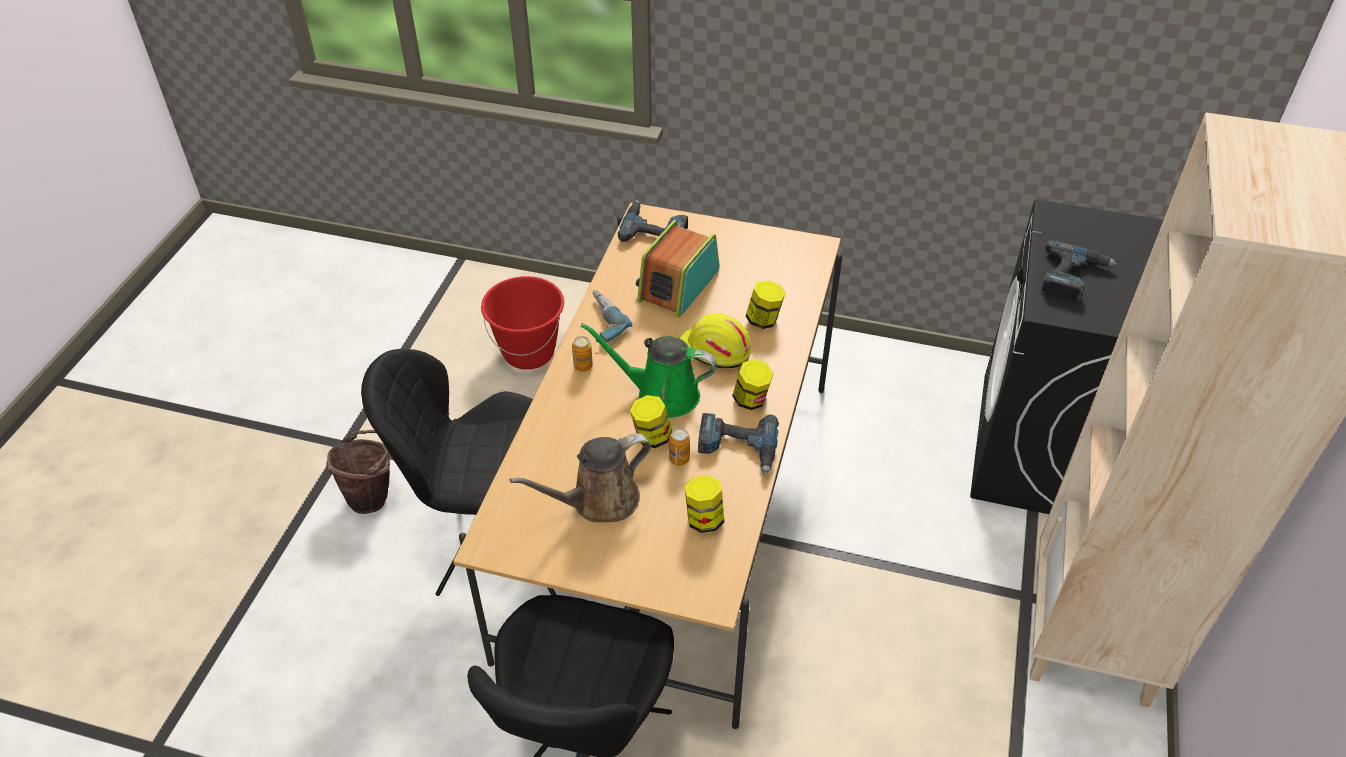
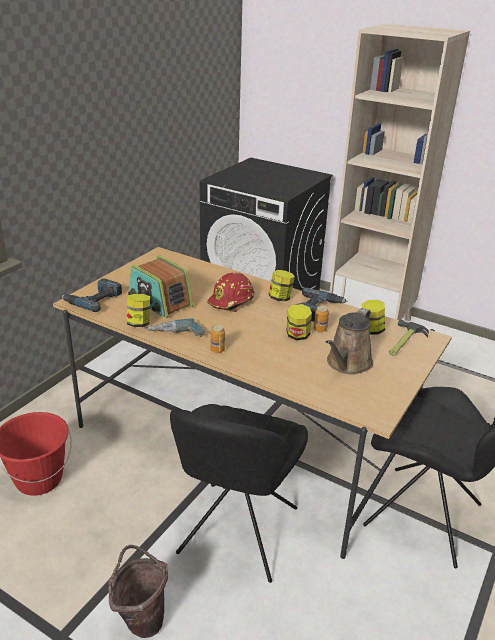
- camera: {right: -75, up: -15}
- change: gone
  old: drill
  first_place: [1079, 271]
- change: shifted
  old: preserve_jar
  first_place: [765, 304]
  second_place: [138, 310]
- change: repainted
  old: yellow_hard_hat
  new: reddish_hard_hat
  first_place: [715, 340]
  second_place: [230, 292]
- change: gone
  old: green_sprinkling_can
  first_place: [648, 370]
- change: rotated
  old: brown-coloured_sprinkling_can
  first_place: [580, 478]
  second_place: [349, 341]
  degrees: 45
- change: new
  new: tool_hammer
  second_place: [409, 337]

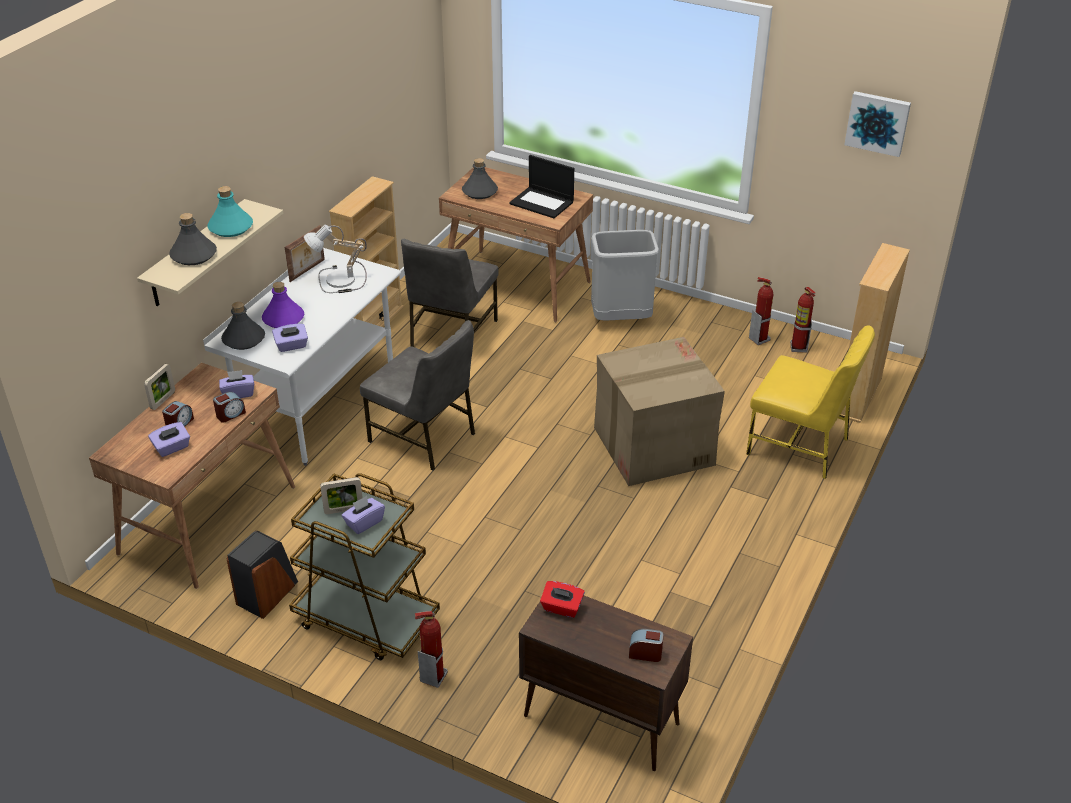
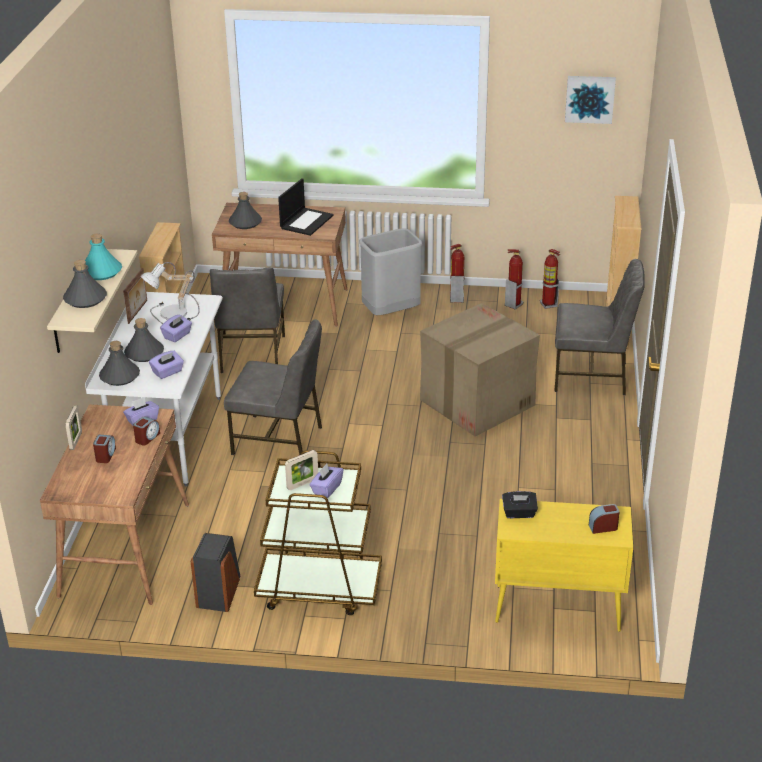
- camera: {right: -20, up: -5}
- change: rotated
  old: notebook_computer
  first_place: [541, 186]
  second_place: [306, 207]
  degrees: -75
- change: repainted
  old: purplish_drink_bottle
  new: grey_drink_bottle
  first_place: [283, 305]
  second_place: [144, 340]
- change: repainted
  old: yellow_upright_chair
  new: grey_upright_chair
  first_place: [810, 402]
  second_place: [599, 327]
- change: shifted
  old: purplish_box_of_tissues
  first_place: [169, 439]
  second_place: [176, 328]
- change: repainted
  old: reddish_box_of_tissues
  new: blackish_box_of_tissues
  first_place: [562, 599]
  second_place: [520, 504]
- change: repainted
  old: brown-coloured_cupboard
  new: yellow_cupboard
  first_place: [606, 683]
  second_place: [564, 565]
- change: shifted
  old: fire-fighting_cylinder
  first_place: [431, 649]
  second_place: [457, 273]

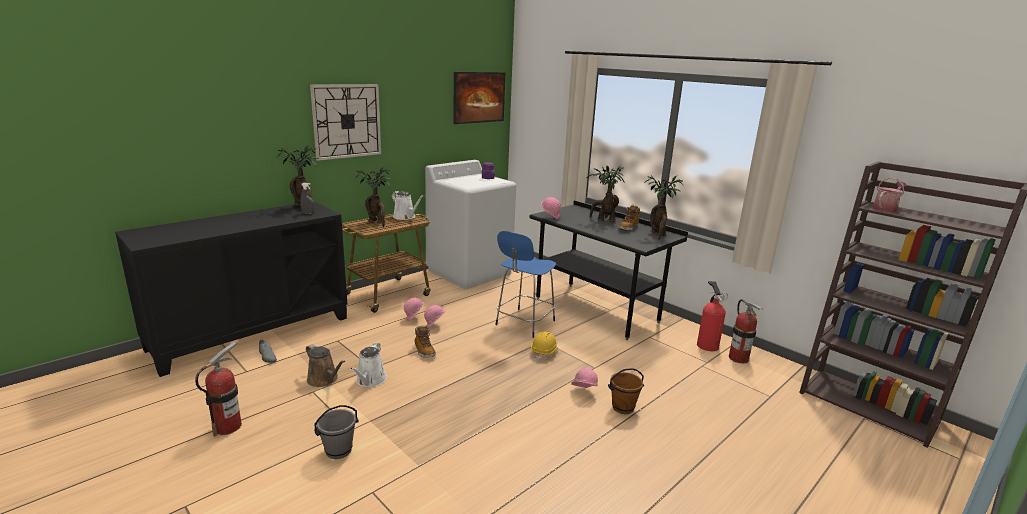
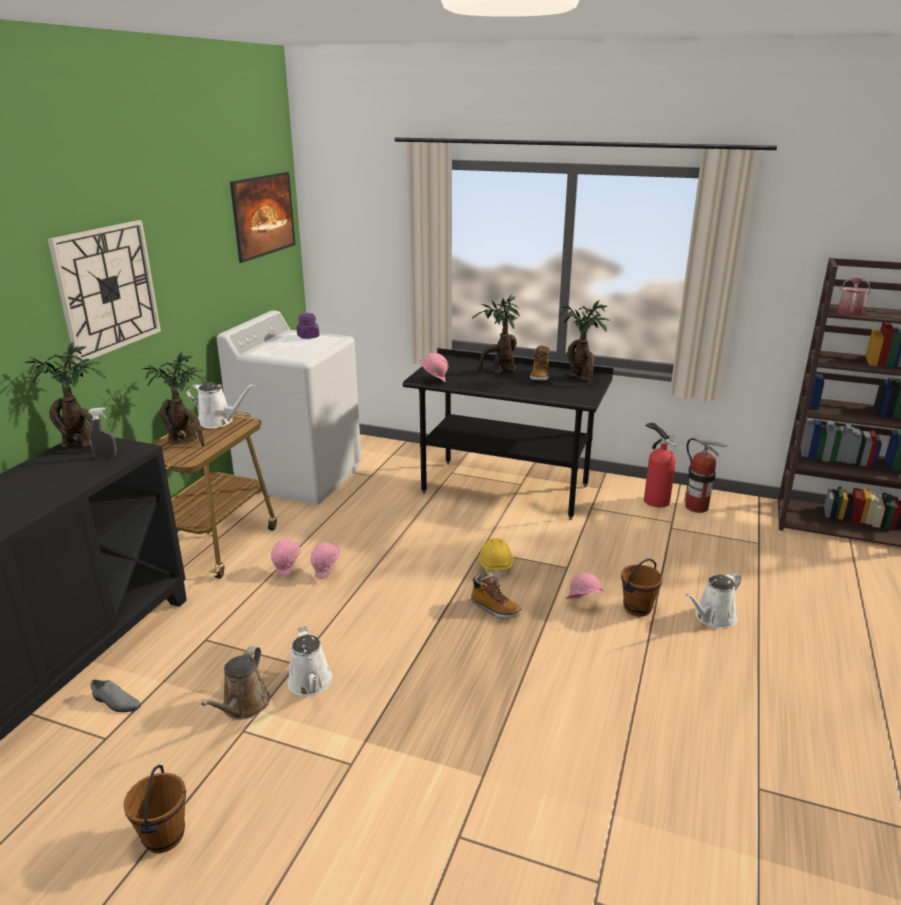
- camera: {right: -25, up: 5}
- change: gone
  old: blue-coloured_stool_seat
  first_place: [525, 284]
- change: shifted
  old: tall_boot
  first_place: [425, 341]
  second_place: [496, 596]
- change: swapped
  old: fire-fighting_cylinder
  new: brown-coloured_bucket
  first_place: [218, 389]
  second_place: [154, 809]
- change: rotated
  old: brown-coloured_sprinkling_can
  first_place: [325, 365]
  second_place: [235, 682]
  degrees: 90
- change: gone
  old: grey_bucket
  first_place: [336, 432]
- change: new
  new: white_sprinkling_can
  second_place: [713, 600]

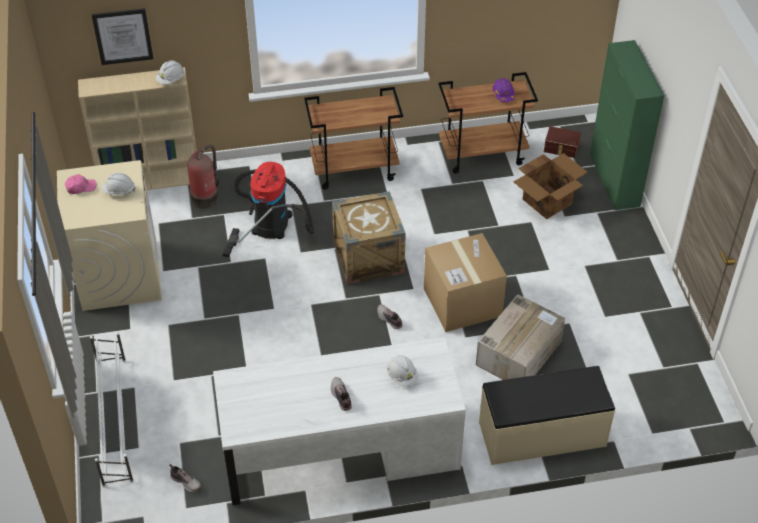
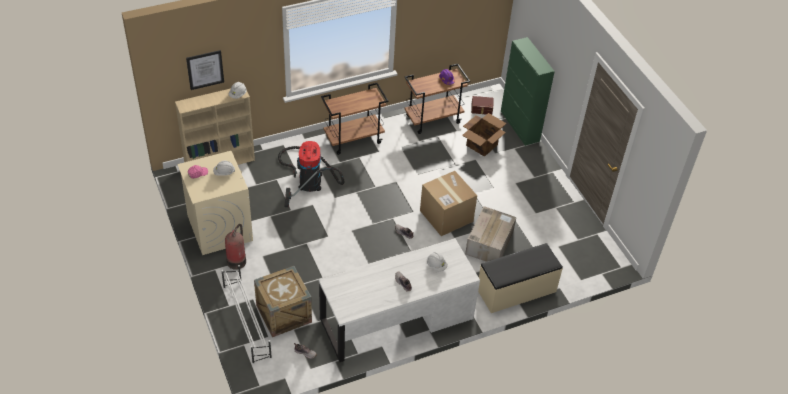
- camera: {right: -15, up: 0}
- change: shifted
  old: fire-fighting_cylinder
  first_place: [203, 176]
  second_place: [235, 247]
- change: shifted
  old: crate
  first_place: [369, 238]
  second_place: [283, 301]

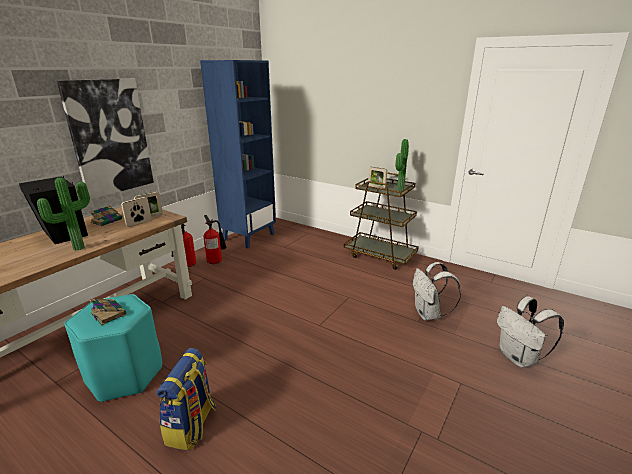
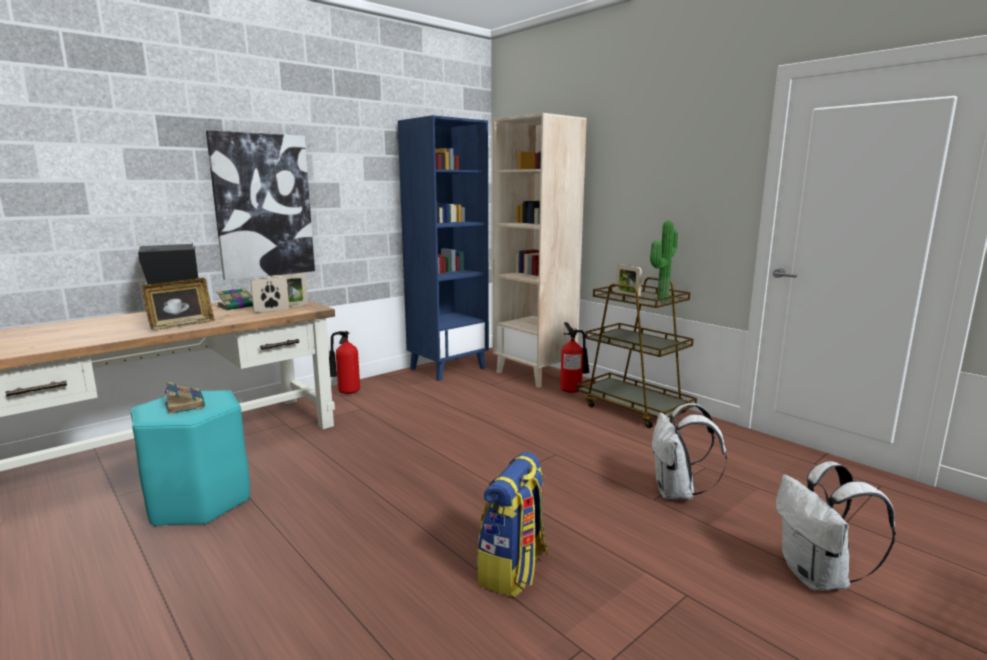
- camera: {right: 15, up: -10}
- change: swapped
  old: plant_in_a_pot
  new: photo_frame
  first_place: [63, 214]
  second_place: [178, 304]
- change: shifted
  old: fire-fighting_cylinder
  first_place: [215, 239]
  second_place: [575, 357]
- change: shifted
  old: backpack
  first_place: [186, 399]
  second_place: [513, 524]
- change: new
  new: sand-coloured_bookcase
  second_place: [540, 250]

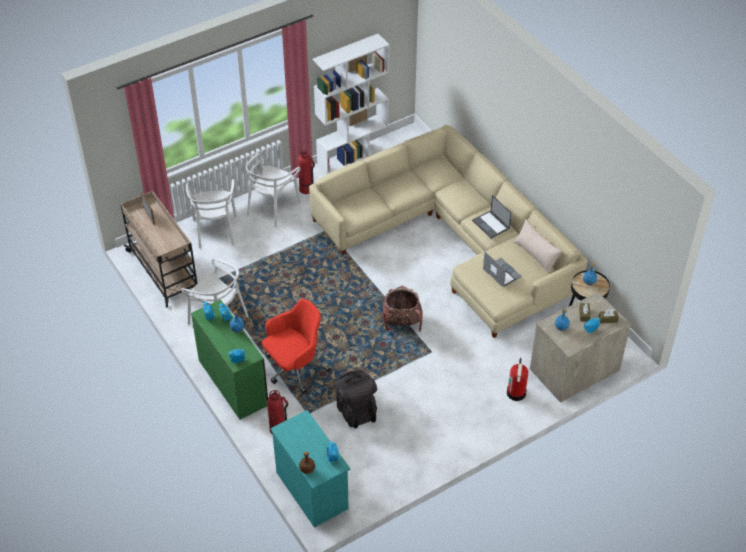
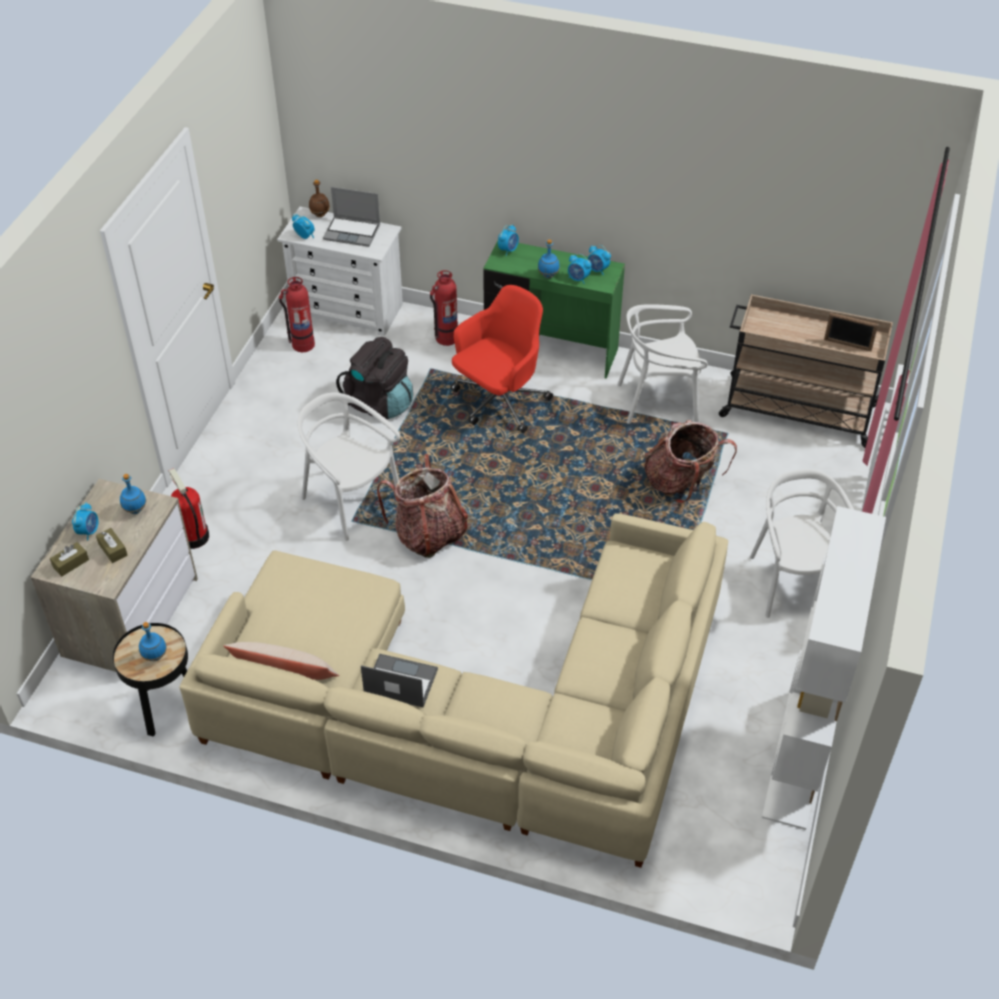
- camera: {right: 140, up: 0}
- change: shifted
  old: fire-fighting_cylinder
  first_place: [306, 172]
  second_place: [297, 314]
- change: shifted
  old: white_upright_chair
  first_place: [211, 214]
  second_place: [349, 466]
- change: shifted
  old: notebook_computer
  first_place: [502, 270]
  second_place: [351, 217]
- change: rotated
  old: reddish_computer_chair
  first_place: [296, 346]
  second_place: [501, 359]
  degrees: -150
- change: repainted
  old: turquoise_drawer_chest
  new: white_drawer_chest
  first_place: [310, 469]
  second_place: [340, 271]
- change: new
  new: backpack
  second_place: [691, 462]

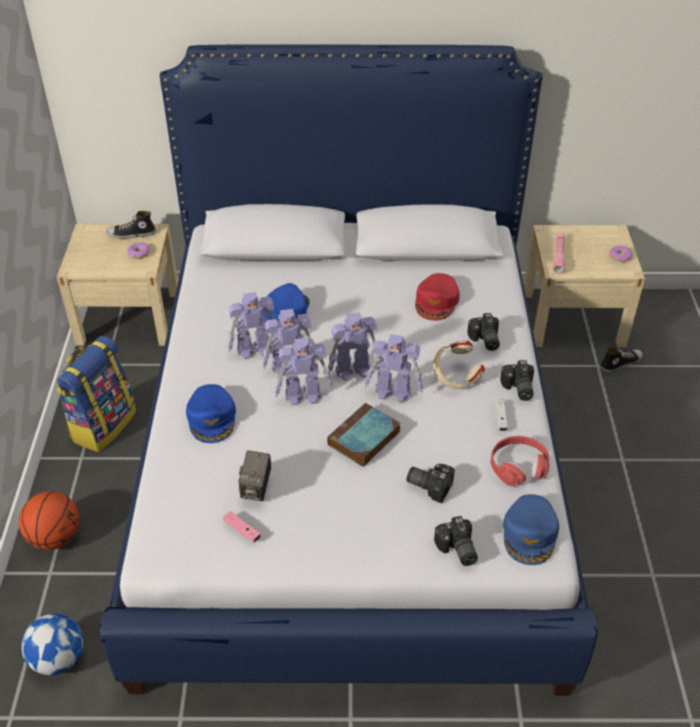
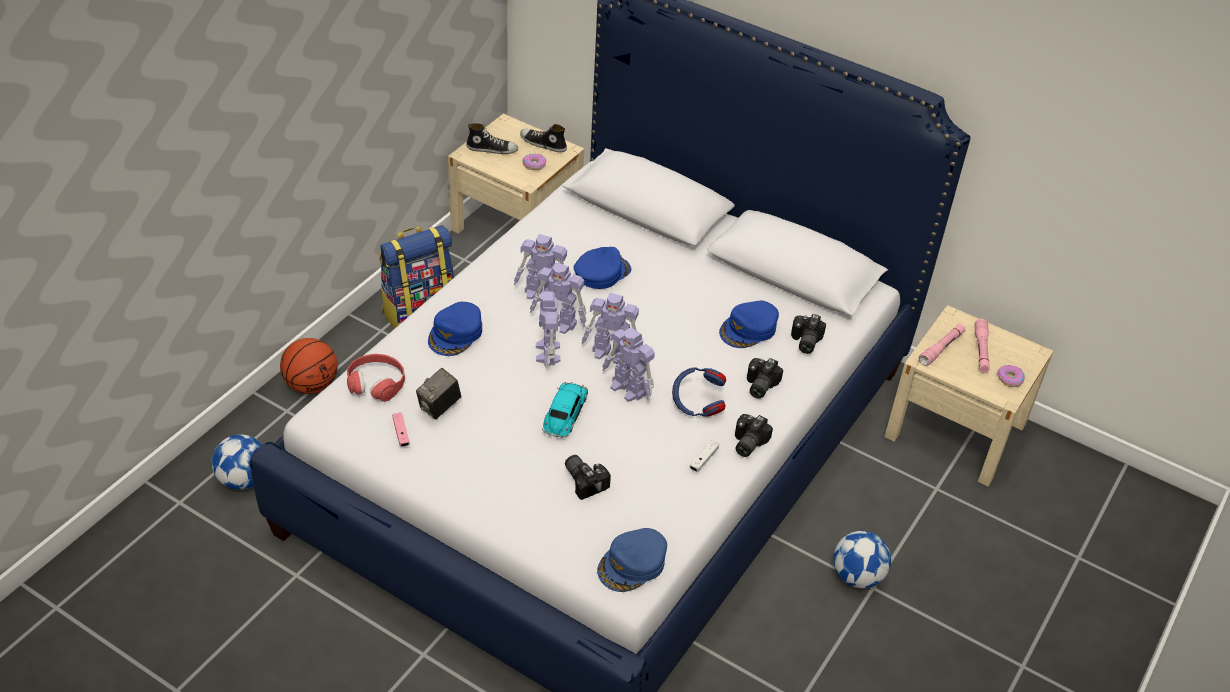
- camera: {right: 30, up: 0}
- change: repainted
  old: reddish_cap
  new: blue-coloured_cap
  first_place: [437, 297]
  second_place: [749, 324]
- change: rotated
  old: toy_robot
  first_place: [304, 371]
  second_place: [548, 329]
  degrees: 60
- change: repainted
  old: sand-coloured_pair_of_headphones
  new: blue-coloured_pair_of_headphones
  first_place: [459, 365]
  second_place: [699, 392]
- change: shifted
  old: shoe
  first_place: [621, 359]
  second_place: [492, 138]
- change: swapped
  old: bound_book
  new: toy_car
  first_place: [363, 435]
  second_place: [565, 410]
- change: shifted
  old: reddish_pair_of_headphones
  first_place: [520, 461]
  second_place: [376, 378]
- change: shifted
  old: photo_camera
  first_place: [456, 541]
  second_place: [808, 334]
- change: new
  new: pink_flashlight
  second_place: [982, 346]
- change: new
  new: football
  second_place: [862, 559]

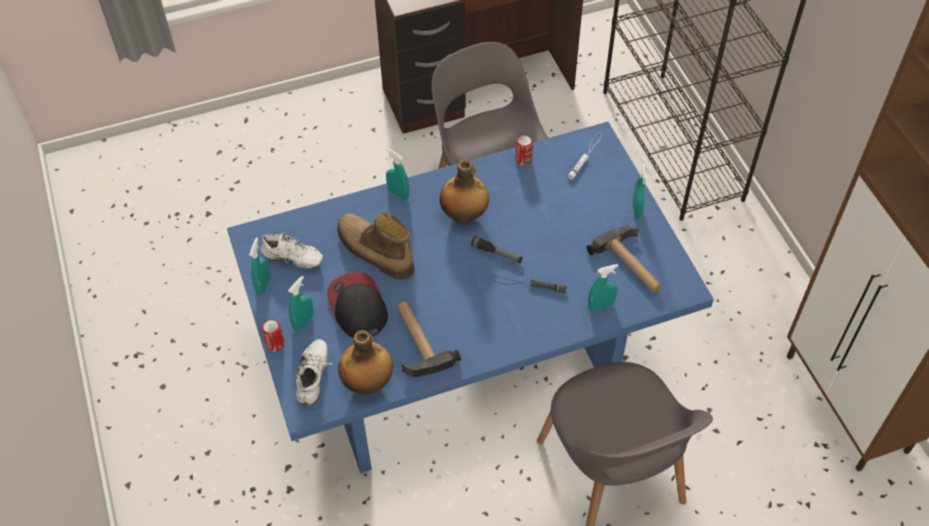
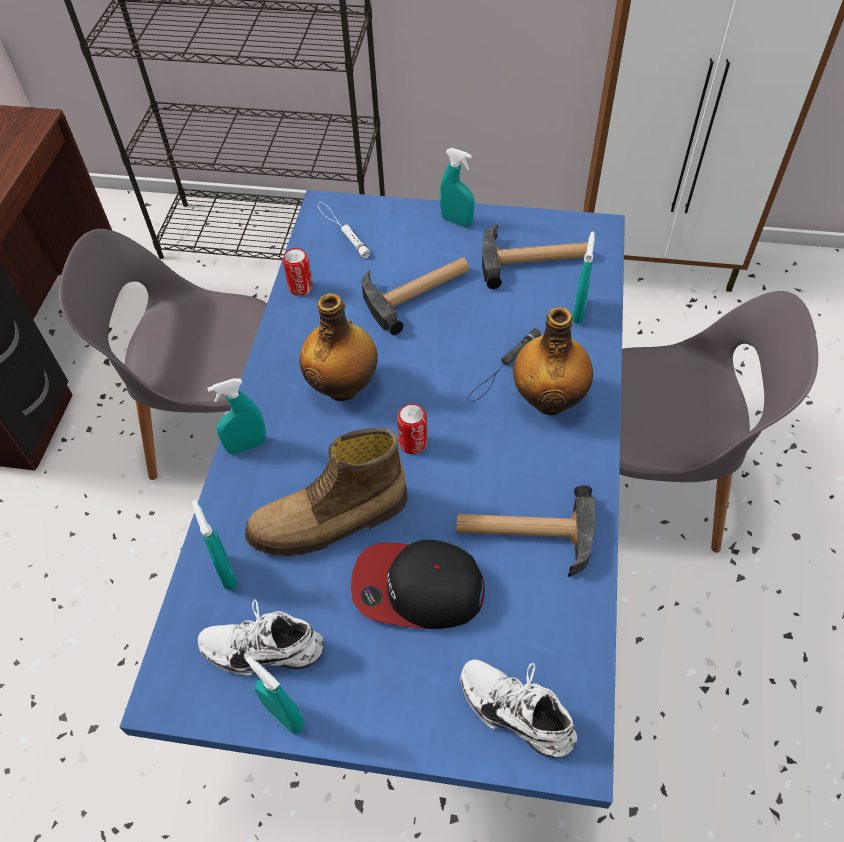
- camera: {right: -60, up: 0}
- change: rotated
  old: white_shoe
  first_place: [292, 251]
  second_place: [261, 637]
  degrees: -135
- change: gone
  old: flashlight
  first_place: [496, 249]
- change: shifted
  old: turquoise_spray_bottle
  first_place: [301, 303]
  second_place: [215, 545]
- change: shifted
  old: can
  first_place: [273, 335]
  second_place: [412, 429]
- change: shifted
  old: drink_bottle
  first_place: [365, 362]
  second_place: [553, 361]
- change: new
  new: tool_hammer
  second_place: [415, 296]

